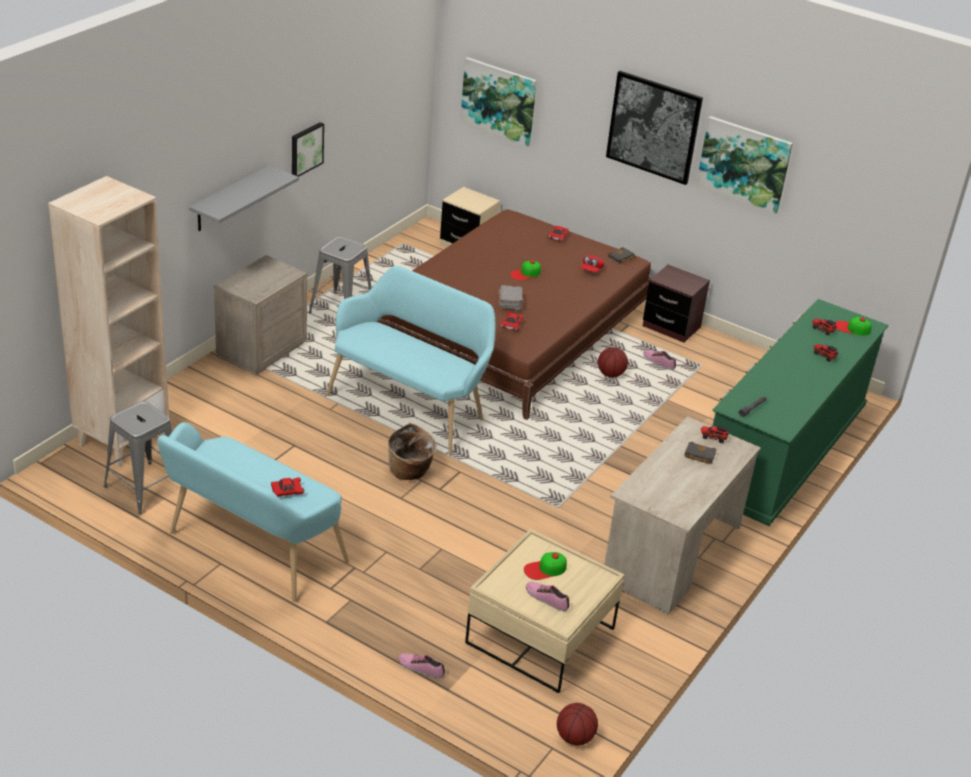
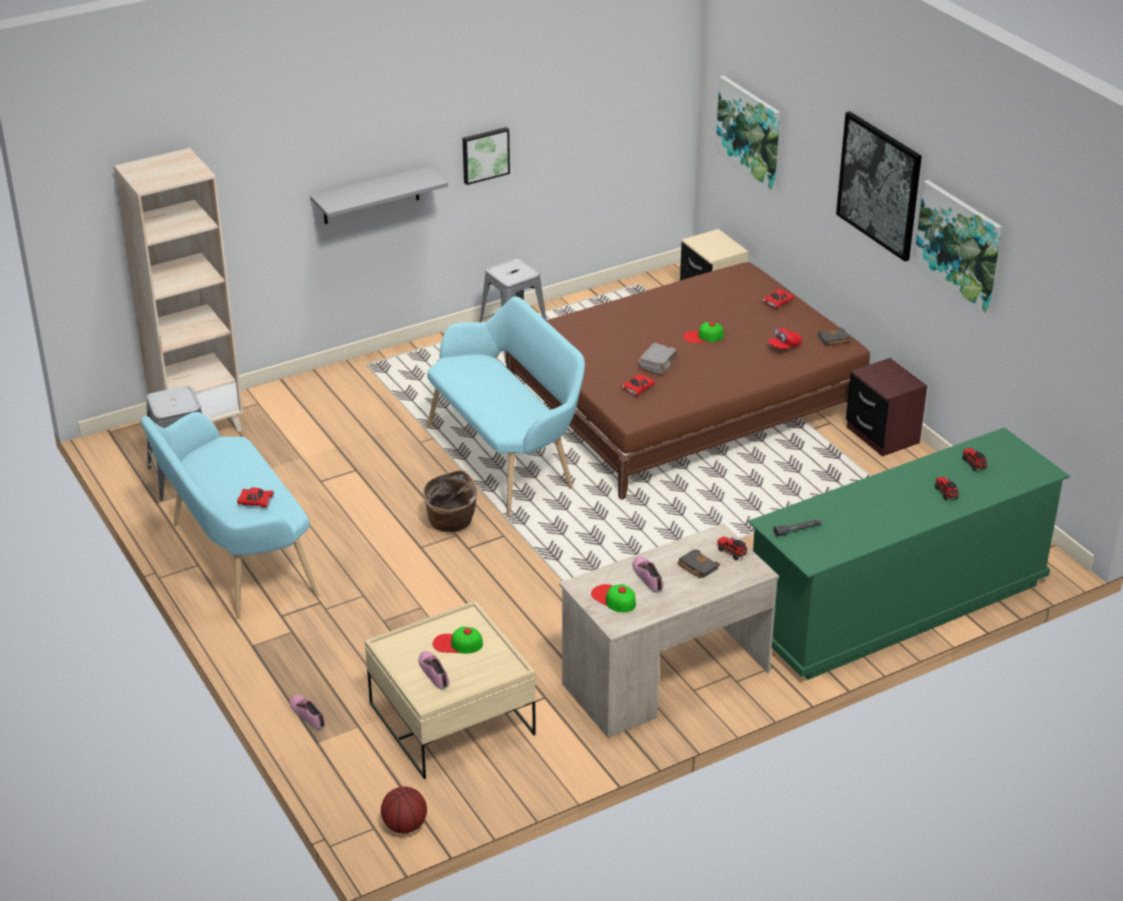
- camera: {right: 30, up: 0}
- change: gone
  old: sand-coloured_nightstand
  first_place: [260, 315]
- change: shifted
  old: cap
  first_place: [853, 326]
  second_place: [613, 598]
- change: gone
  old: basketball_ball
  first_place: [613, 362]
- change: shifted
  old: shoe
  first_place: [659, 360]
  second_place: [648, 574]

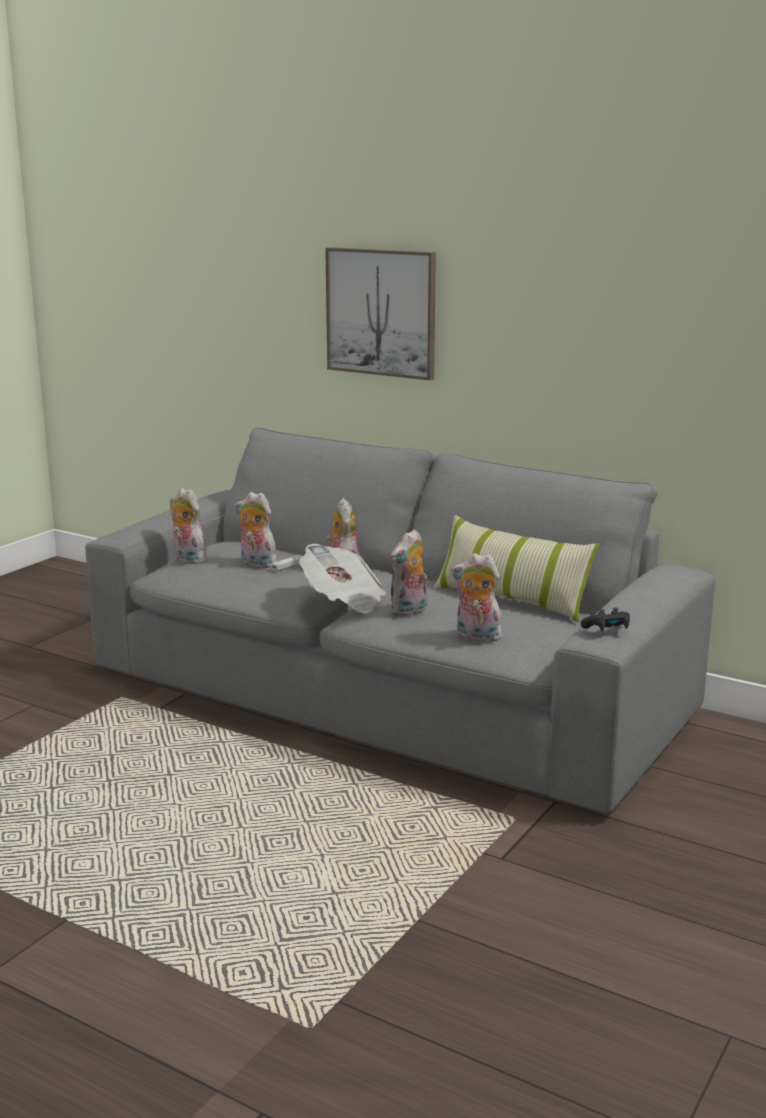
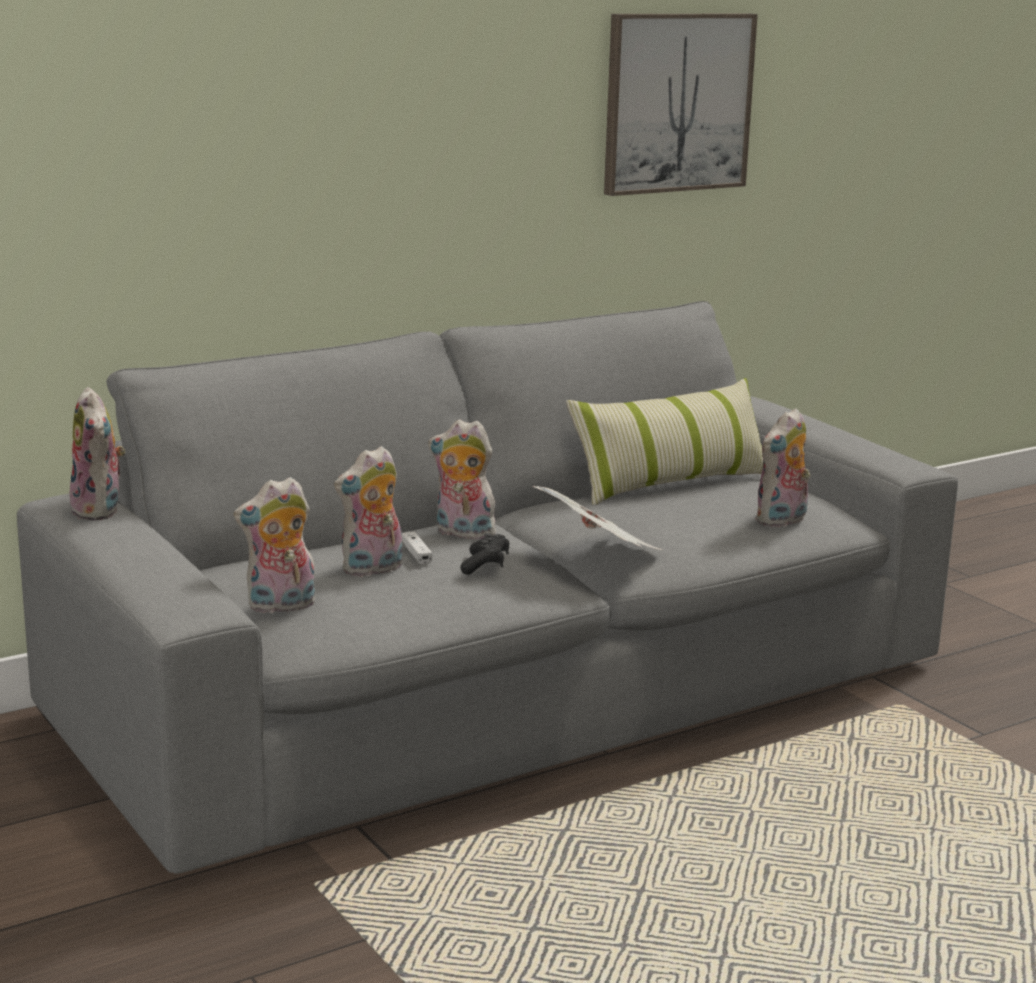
- camera: {right: -65, up: 0}
- change: shifted
  old: wall_art
  first_place: [380, 313]
  second_place: [681, 105]
- change: shifted
  old: plush_toy
  first_place: [409, 573]
  second_place: [97, 453]
- change: shifted
  old: blackish_gamepad
  first_place: [605, 619]
  second_place: [485, 554]

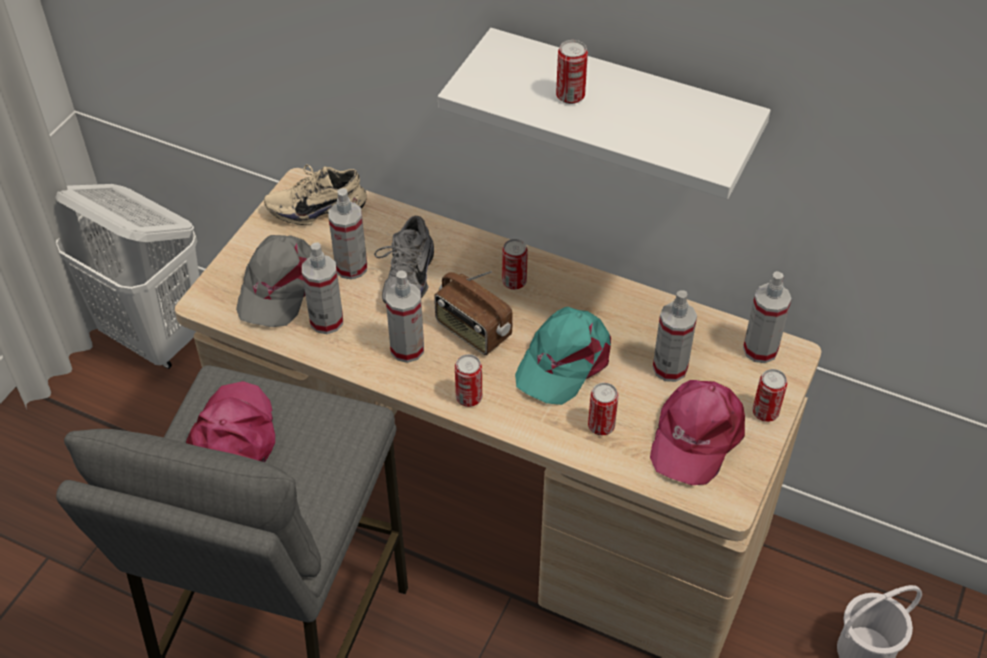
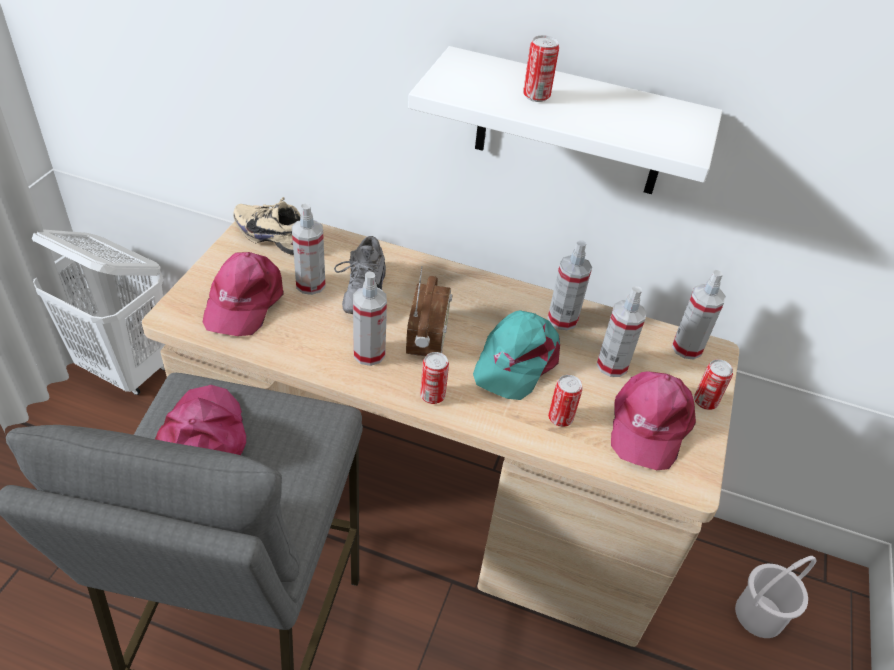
- camera: {right: -10, up: -5}
- change: rotated
  old: sand-coloured_shoe
  first_place: [315, 194]
  second_place: [267, 226]
  degrees: 45
- change: repainted
  old: grey_cap
  new: pink_cap
  first_place: [273, 281]
  second_place: [243, 294]
- change: gone
  old: can
  first_place: [515, 264]
- change: shifted
  old: spray_bottle
  first_place: [322, 288]
  second_place: [570, 285]
- change: rotated
  old: radio_set
  first_place: [473, 313]
  second_place: [429, 311]
  degrees: -120

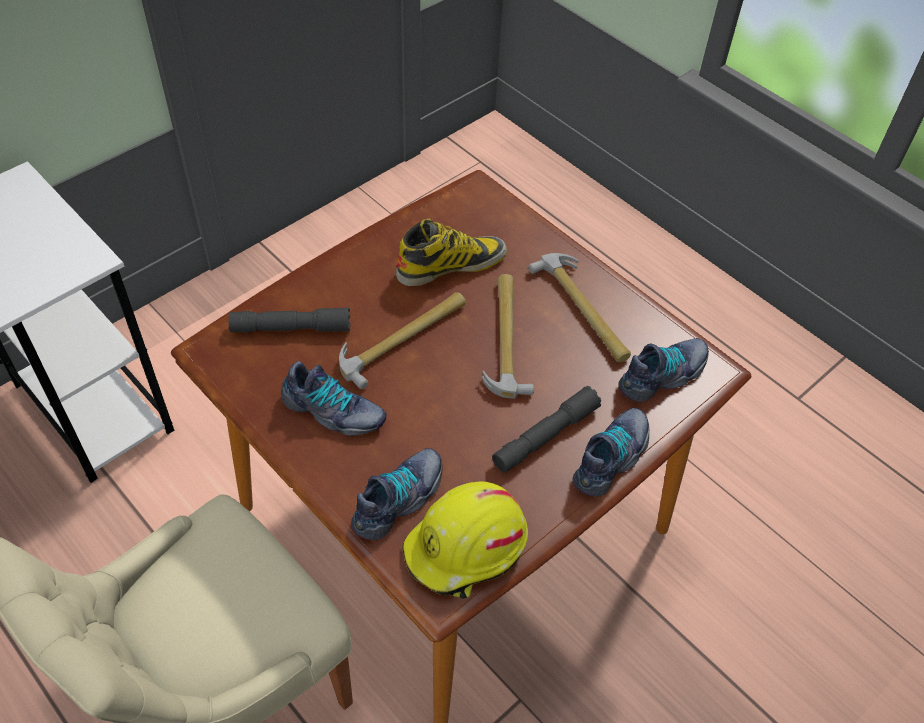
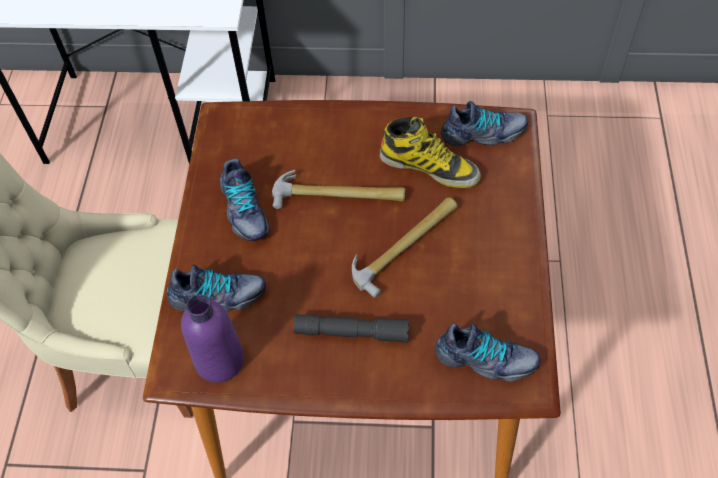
- camera: {right: 50, up: 5}
- change: gone
  old: tool_hammer
  first_place: [579, 307]
- change: gone
  old: grey_flashlight
  first_place: [289, 320]
- change: shifted
  old: shoe
  first_place: [611, 452]
  second_place: [484, 123]
- change: swapped
  old: yellow_hard_hat
  new: purplish_drink_bottle
  first_place: [465, 540]
  second_place: [212, 339]

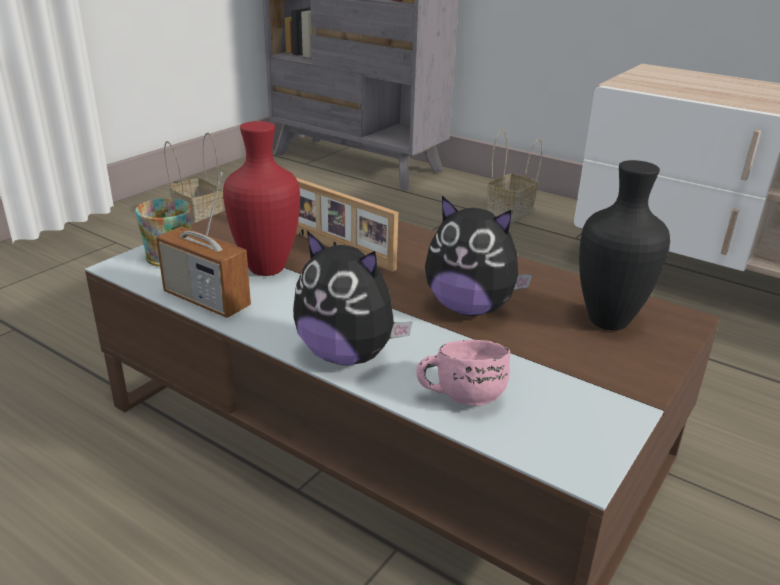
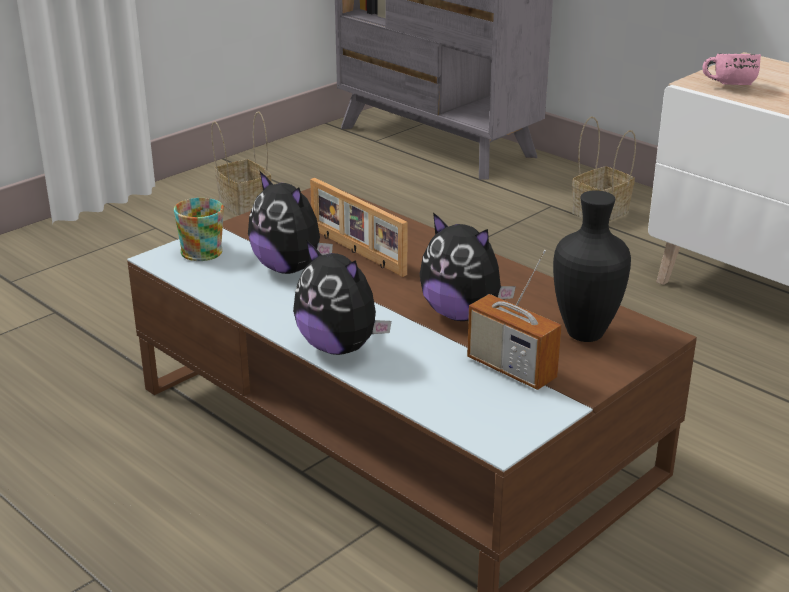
- camera: {right: 10, up: 0}
- change: swapped
  old: reddish_vase
  new: plush_toy
  first_place: [261, 198]
  second_place: [290, 222]
- change: shifted
  old: radio_set
  first_place: [203, 245]
  second_place: [514, 320]
- change: shifted
  old: pink_coffee_mug
  first_place: [463, 372]
  second_place: [731, 69]

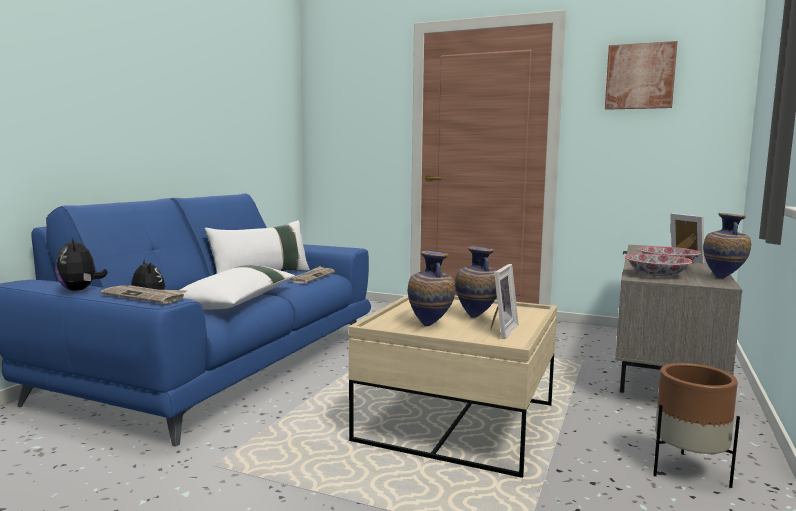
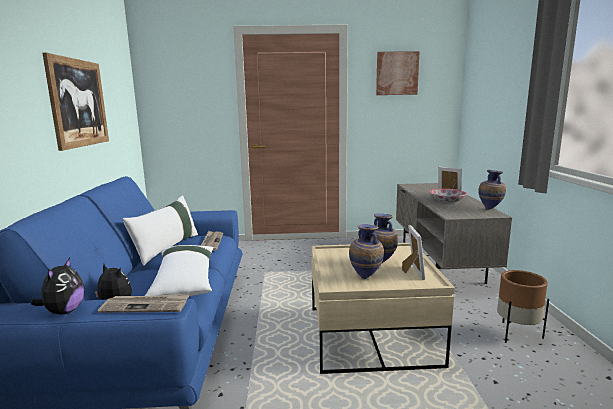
- camera: {right: -25, up: 5}
- change: rotated
  old: plush_toy
  first_place: [81, 264]
  second_place: [57, 286]
  degrees: -120
- change: gone
  old: deep_dish
  first_place: [659, 265]
- change: new
  new: wall_art
  second_place: [75, 102]

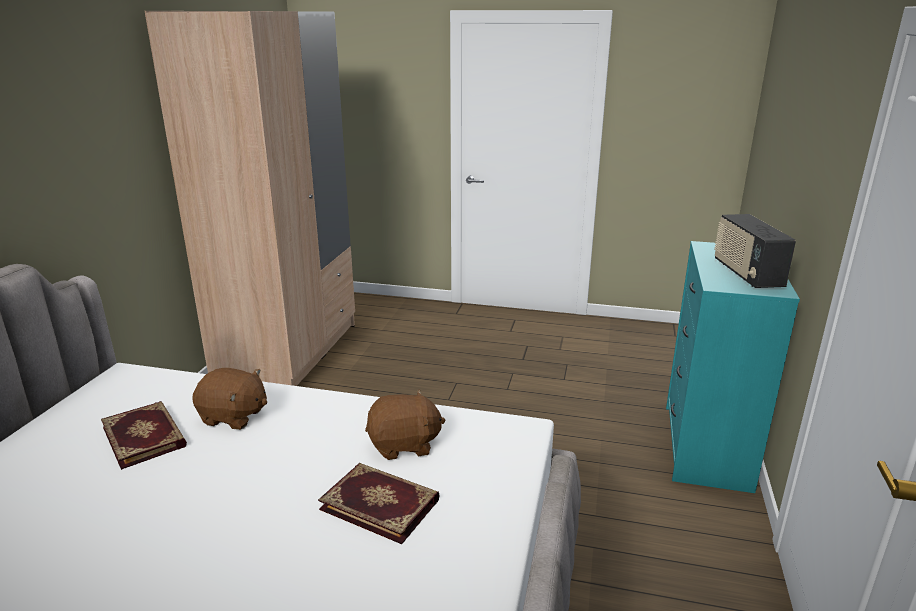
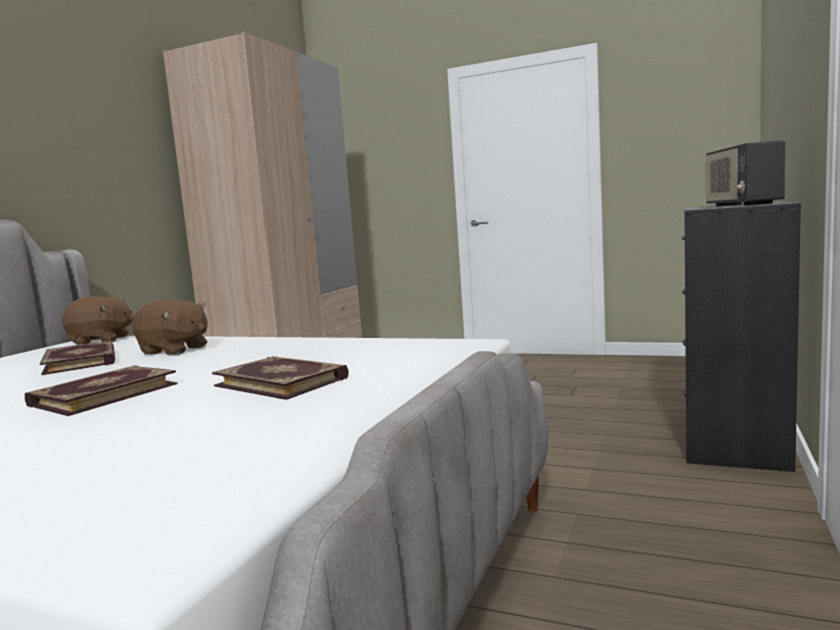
- camera: {right: 10, up: -15}
- change: repainted
  old: turquoise_drawer_chest
  new: blackish_drawer_chest
  first_place: [733, 367]
  second_place: [741, 337]
- change: shifted
  old: brown-coloured_plush_toy
  first_place: [405, 424]
  second_place: [98, 320]
- change: new
  new: bound_book
  second_place: [101, 391]

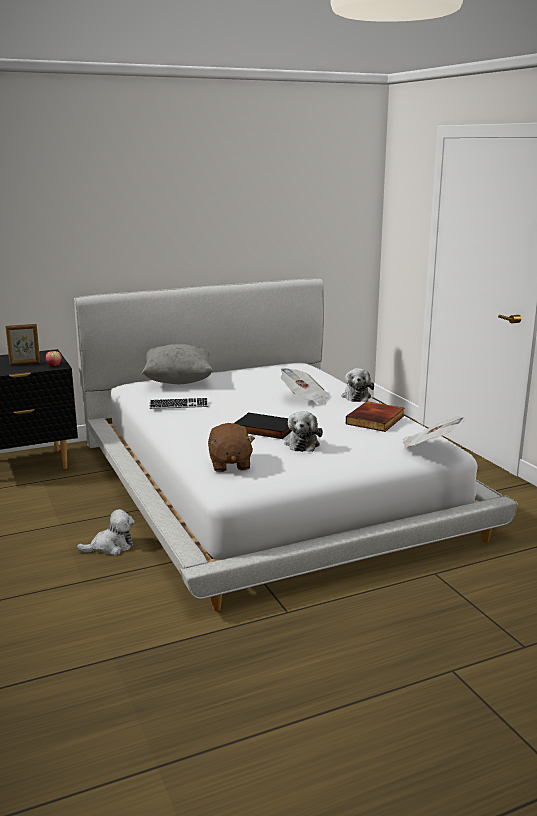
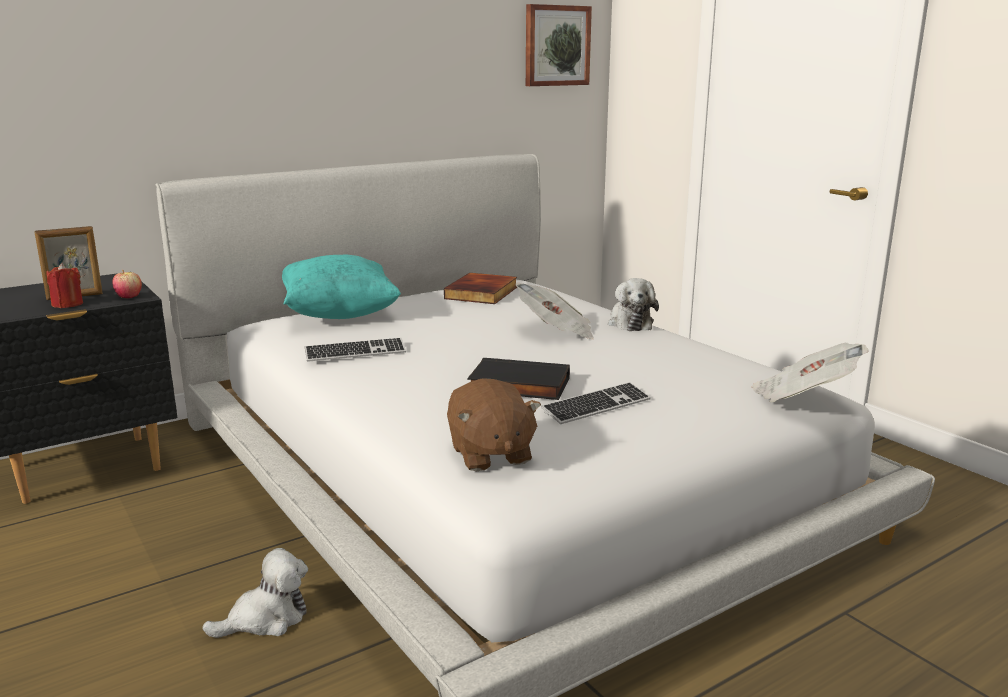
- camera: {right: -10, up: 0}
- change: repainted
  old: grey_cushion
  new: turquoise_cushion
  first_place: [177, 364]
  second_place: [341, 287]
- change: shifted
  old: bound_book
  first_place: [375, 416]
  second_place: [480, 288]
- change: swapped
  old: plush_toy
  new: keyboard
  first_place: [304, 431]
  second_place: [596, 403]
- change: new
  new: wall_art
  second_place: [559, 45]
- change: new
  new: reddish_candle
  second_place: [64, 285]

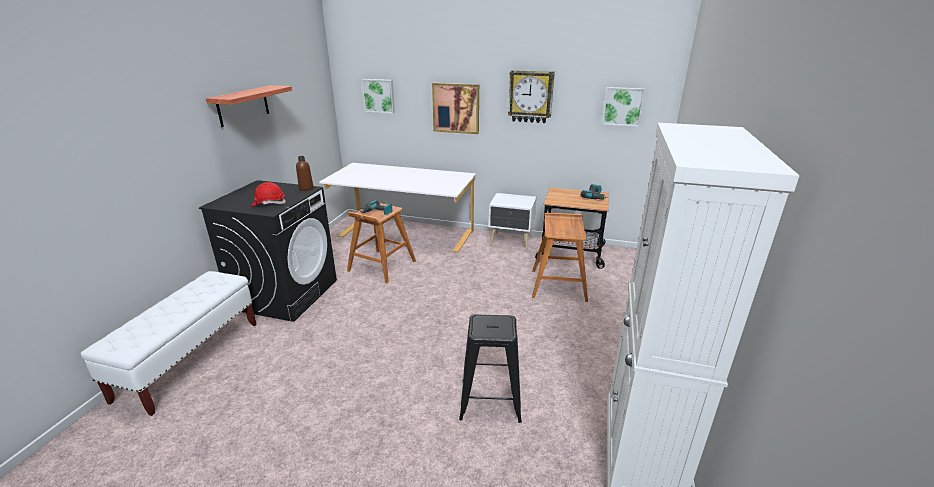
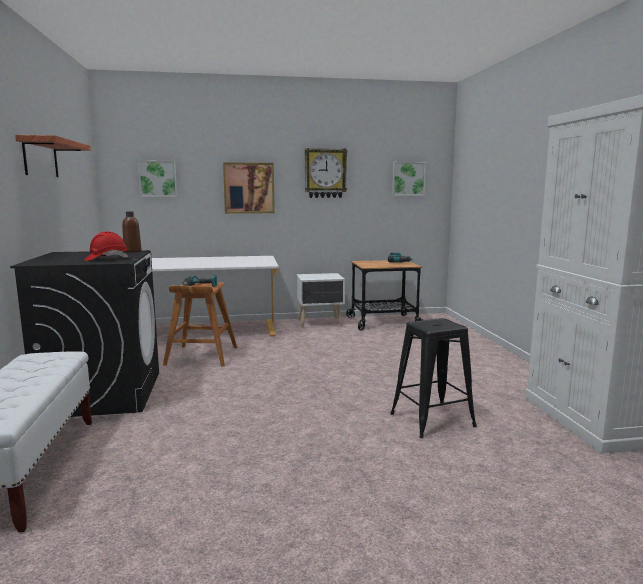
- camera: {right: -25, up: -15}
- change: gone
  old: brown-coloured_stool_seat
  first_place: [560, 257]

